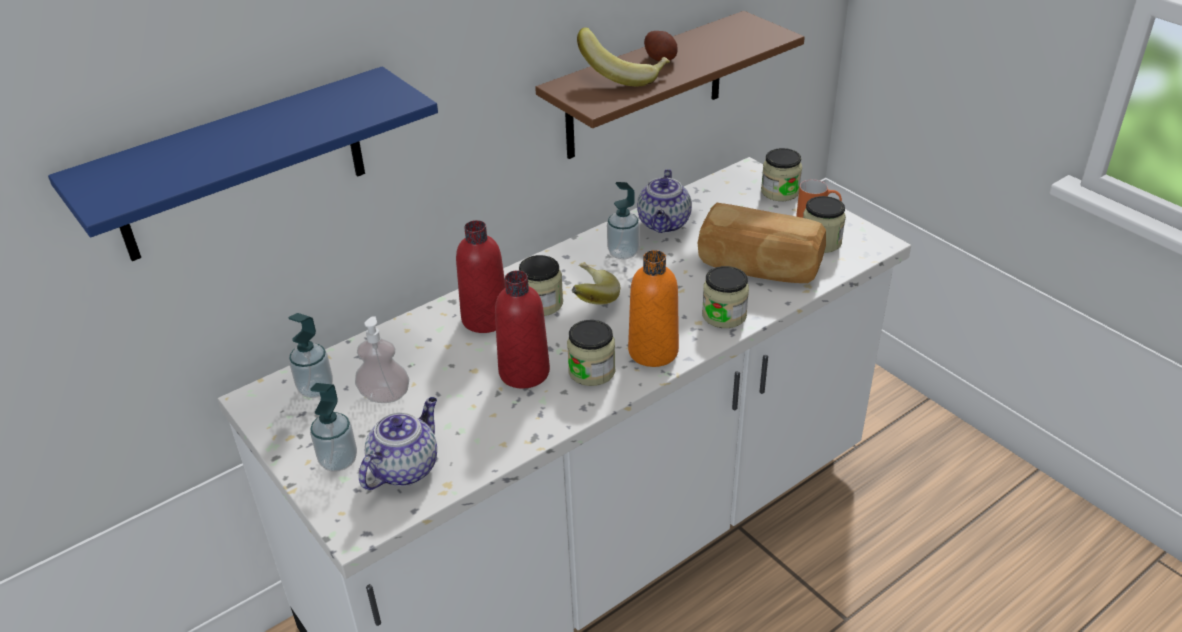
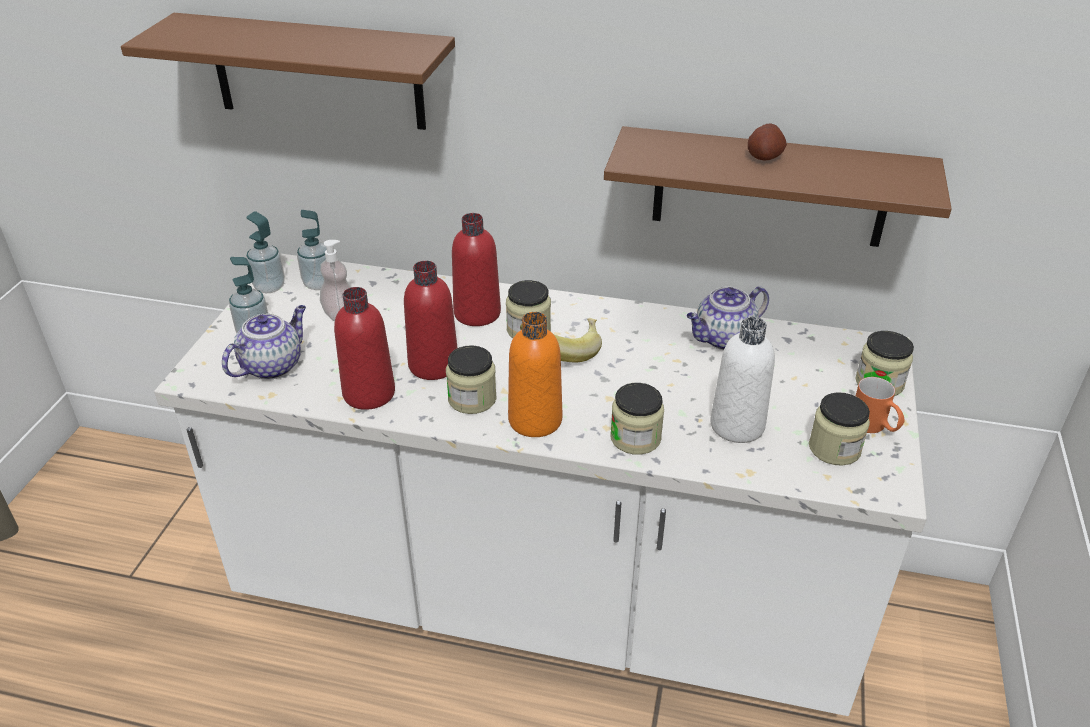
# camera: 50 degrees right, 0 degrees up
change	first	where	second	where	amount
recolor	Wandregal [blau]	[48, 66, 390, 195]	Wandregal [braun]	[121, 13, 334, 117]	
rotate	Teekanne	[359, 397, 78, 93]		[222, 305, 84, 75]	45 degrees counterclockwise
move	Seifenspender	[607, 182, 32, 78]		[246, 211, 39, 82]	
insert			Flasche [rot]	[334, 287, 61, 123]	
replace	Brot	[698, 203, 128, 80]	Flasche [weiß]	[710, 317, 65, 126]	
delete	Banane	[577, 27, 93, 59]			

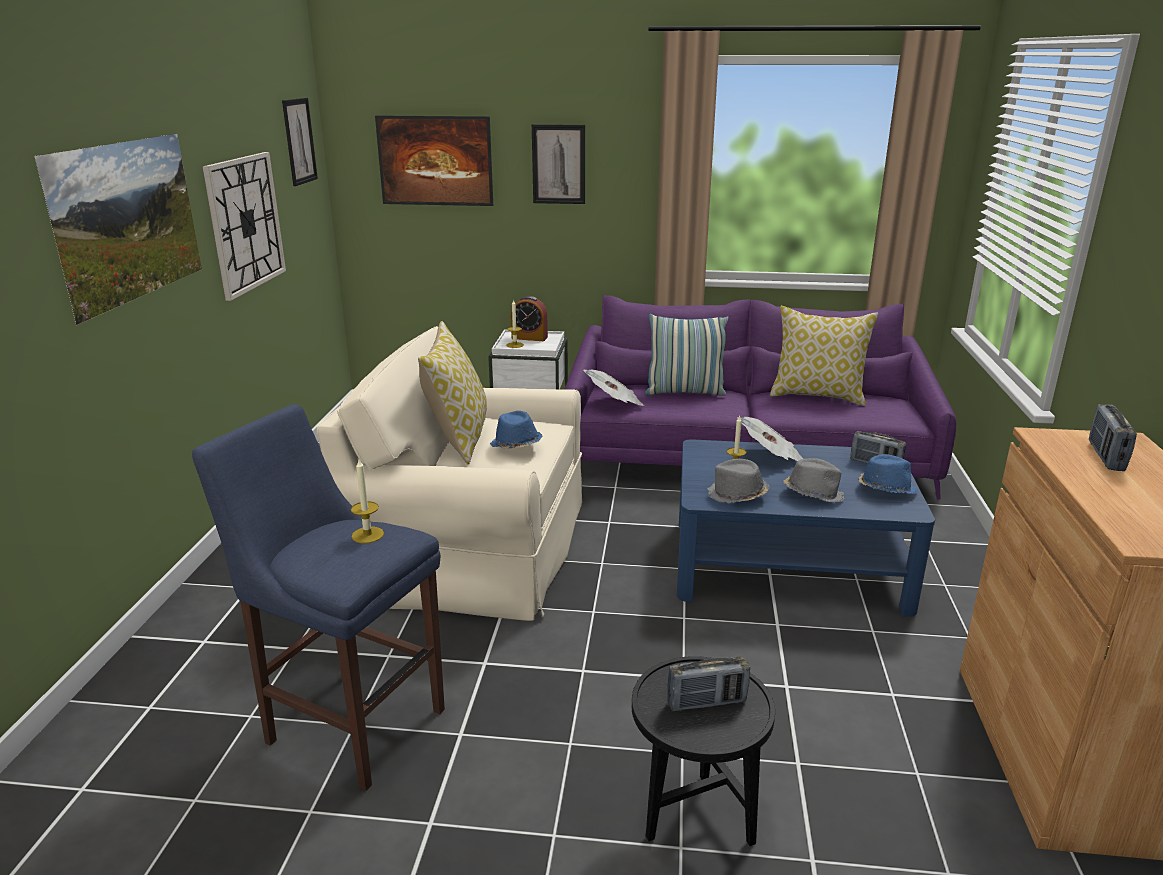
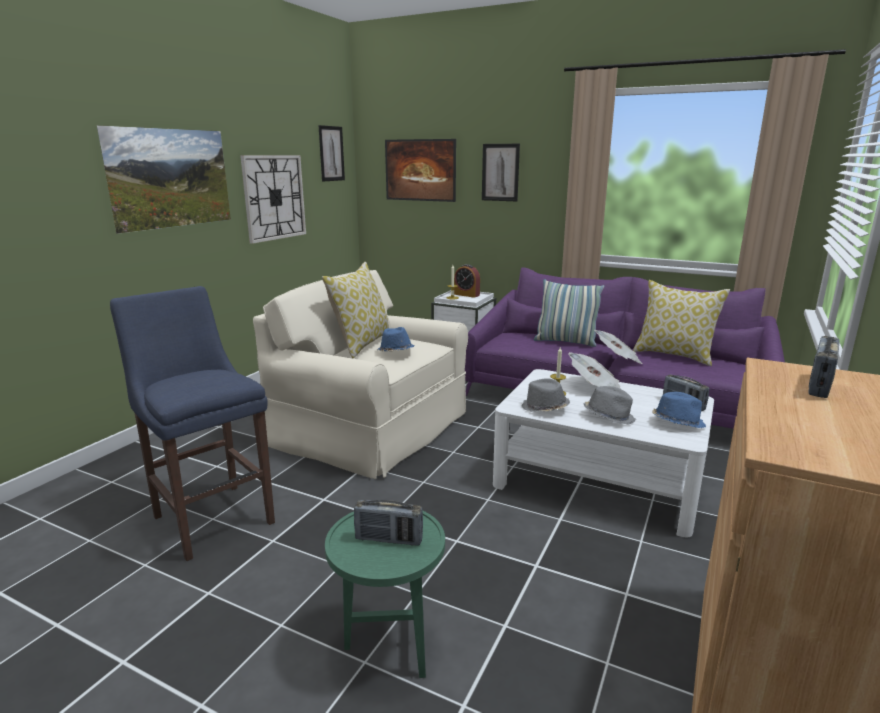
# camera: 20 degrees right, 5 degrees down
change	first	where	second	where	amount
recolor	Beistelltisch [schwarz]	[632, 656, 143, 190]	Beistelltisch [grün]	[325, 511, 120, 167]	
recolor	Couchtisch [blau]	[677, 439, 258, 178]	Couchtisch [weiß]	[493, 369, 221, 169]	
move	Zeitung	[584, 370, 60, 36]		[594, 330, 48, 34]	
delete	Kerze	[351, 459, 33, 84]			

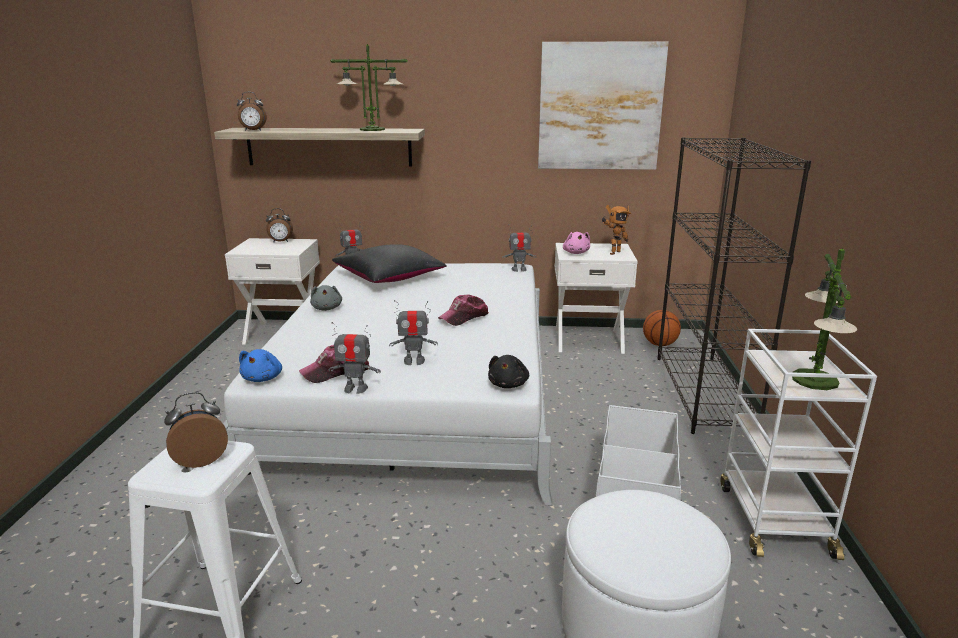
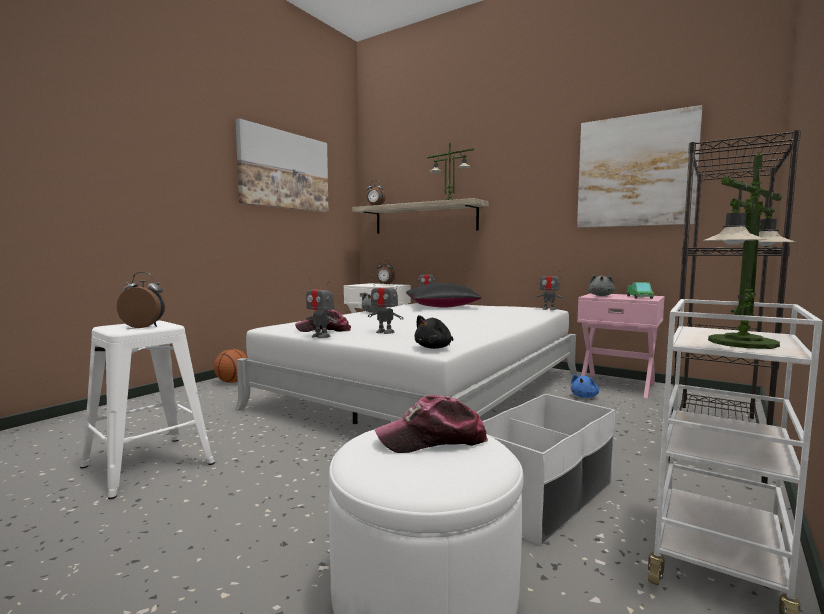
# camera: 30 degrees right, 15 degrees down
change	first	where	second	where	amount
move	Basketball	[643, 310, 38, 36]		[214, 349, 34, 34]	
insert			Bild	[235, 118, 93, 94]	
move	Kappe	[438, 294, 51, 32]		[375, 395, 113, 58]	
move	Plüschtier [blau]	[239, 349, 43, 33]		[571, 374, 28, 24]	
recolor	Nachttisch [weiß]	[555, 243, 83, 111]	Nachttisch [rosa]	[577, 293, 88, 105]	
recolor	Plüschtier [rosa]	[563, 232, 27, 22]	Plüschtier [grau]	[588, 274, 27, 22]	
replace	Spielzeugroboter	[602, 205, 29, 50]	Spielzeuglaster	[627, 282, 27, 17]	

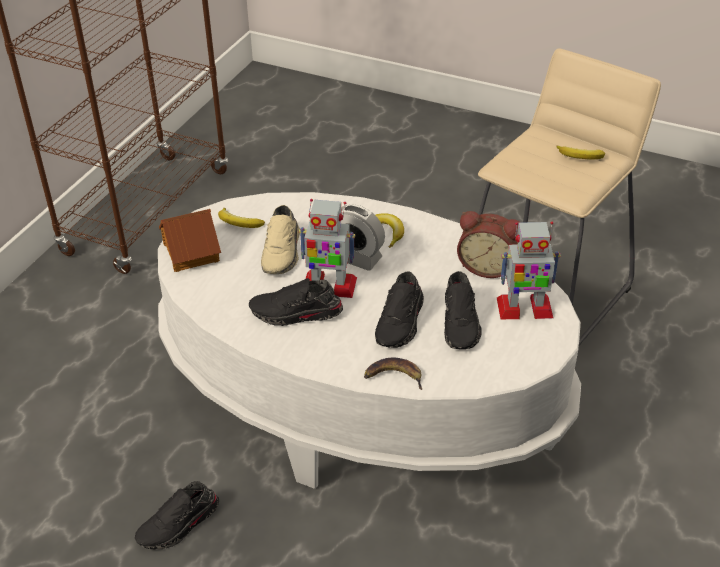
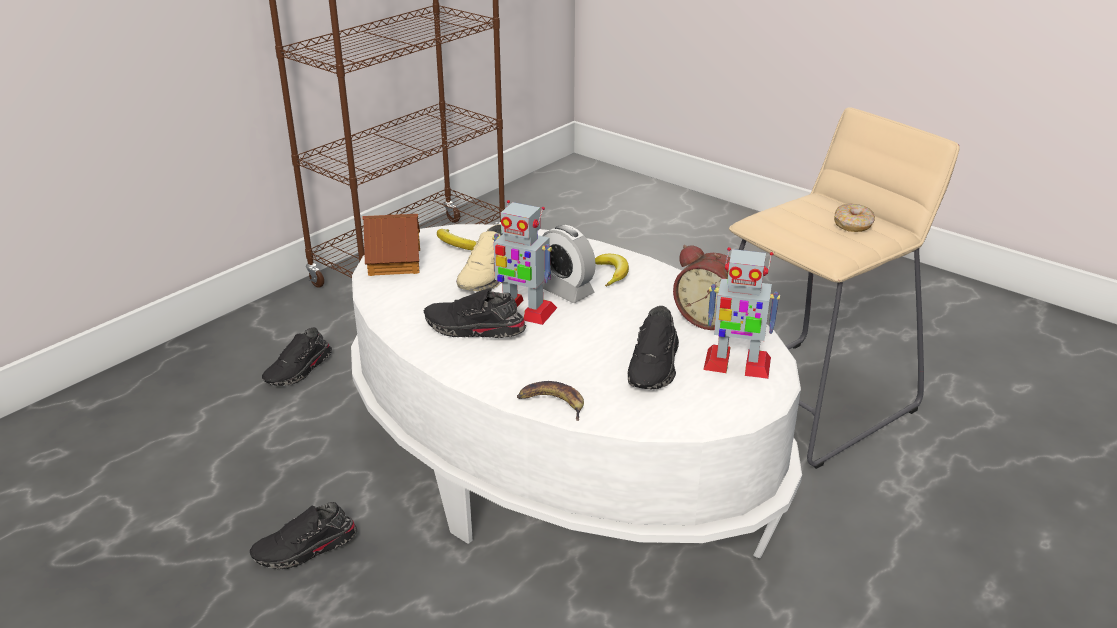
# camera: 15 degrees right, 10 degrees down
change	first	where	second	where	amount
move	Schuh [schwarz]	[375, 272, 49, 76]		[262, 327, 70, 59]	
replace	Banane	[557, 145, 48, 14]	Donut	[834, 204, 41, 28]	

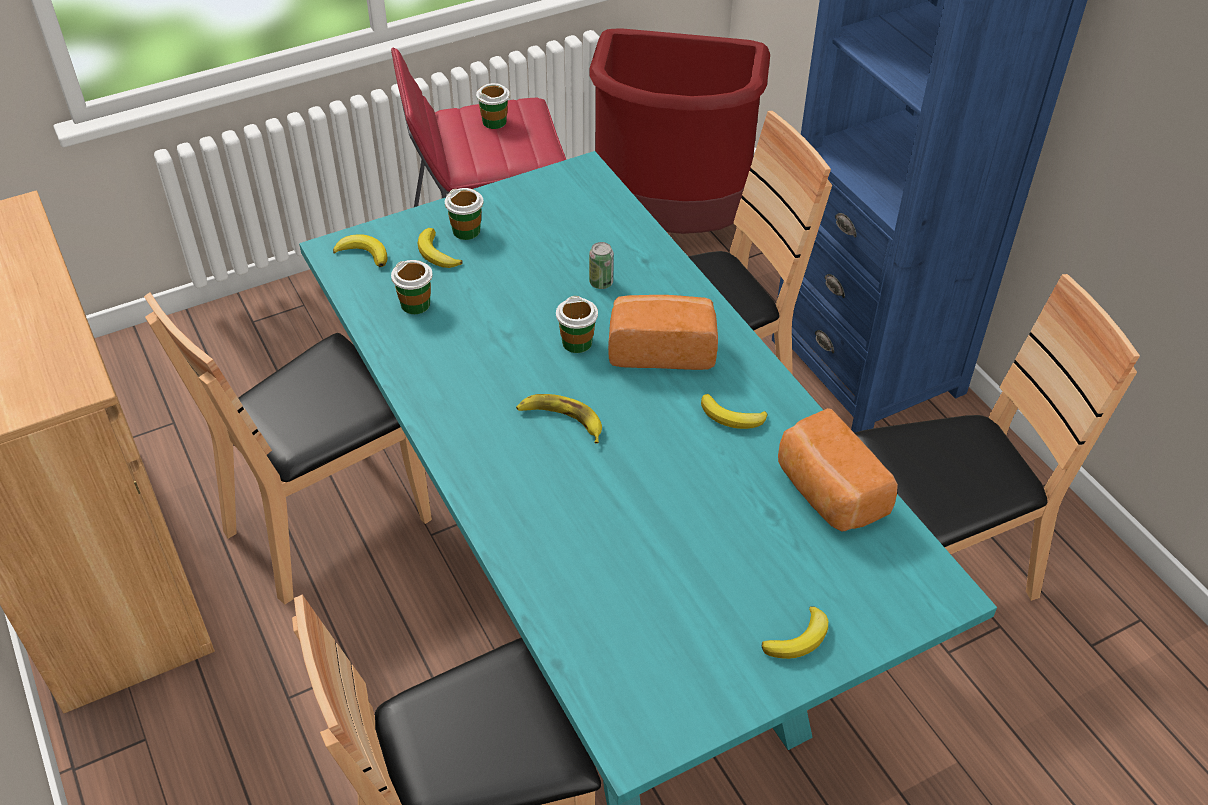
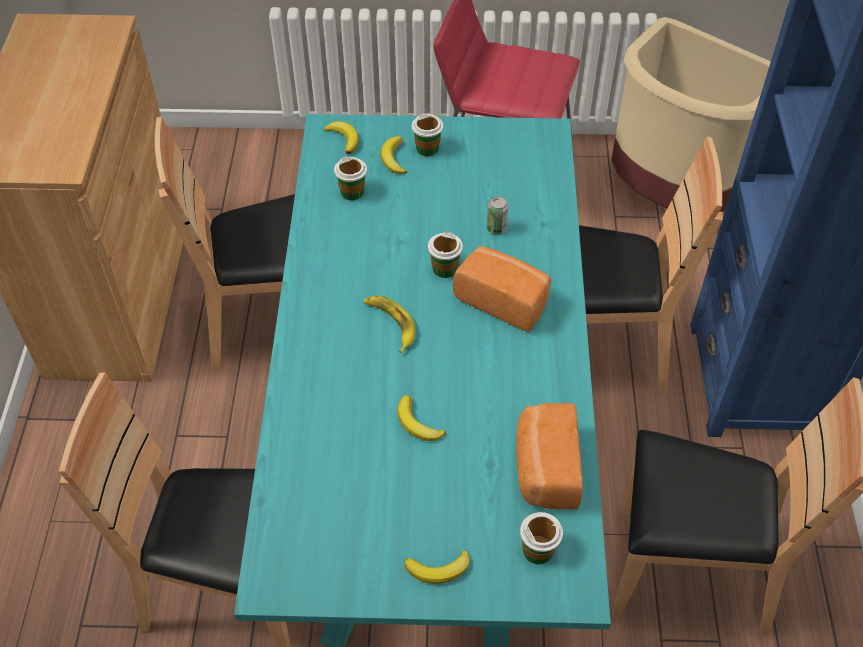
# camera: 30 degrees right, 5 degrees up
change	first	where	second	where	amount
move	Banane	[701, 394, 67, 35]		[398, 395, 48, 46]	
move	Tasse	[476, 83, 34, 46]		[520, 512, 43, 53]	
recolor	Mülleimer [rot]	[589, 28, 181, 206]	Mülleimer [beige]	[611, 17, 160, 195]	

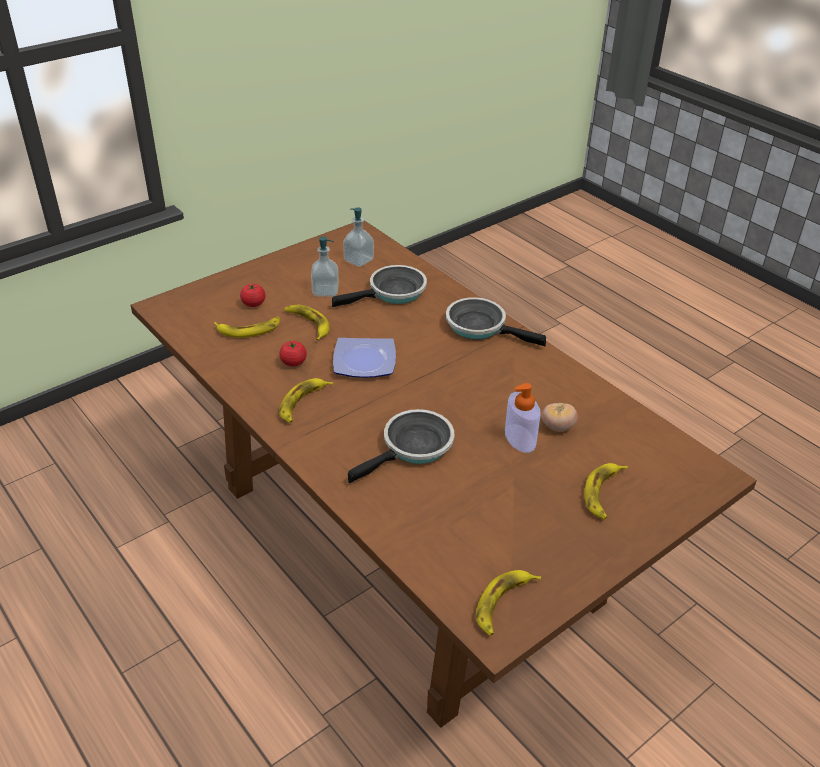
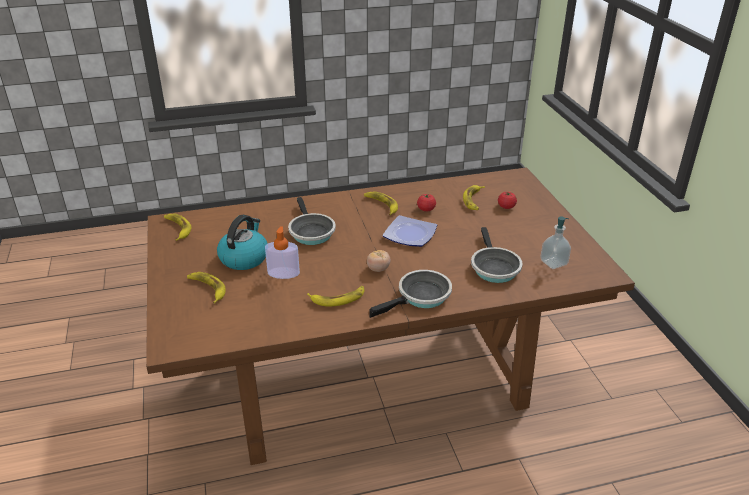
# camera: 115 degrees right, 5 degrees down
change	first	where	second	where	amount
insert			Wasserkessel	[217, 215, 51, 55]	
move	Banane	[285, 304, 44, 37]		[307, 286, 57, 21]	
move	Tomate	[542, 403, 36, 29]		[367, 250, 24, 22]	
delete	Seifenspender	[311, 237, 28, 60]			

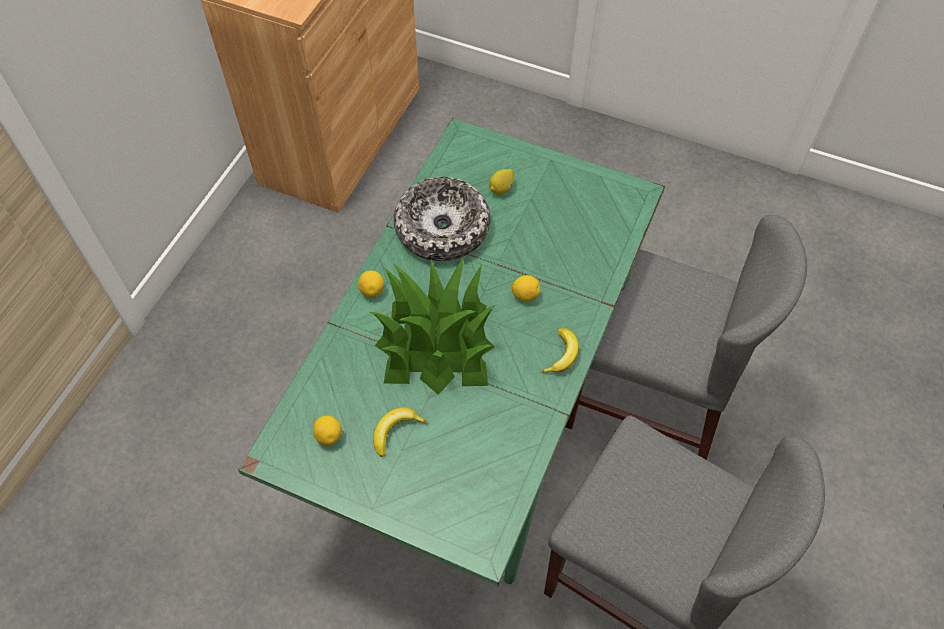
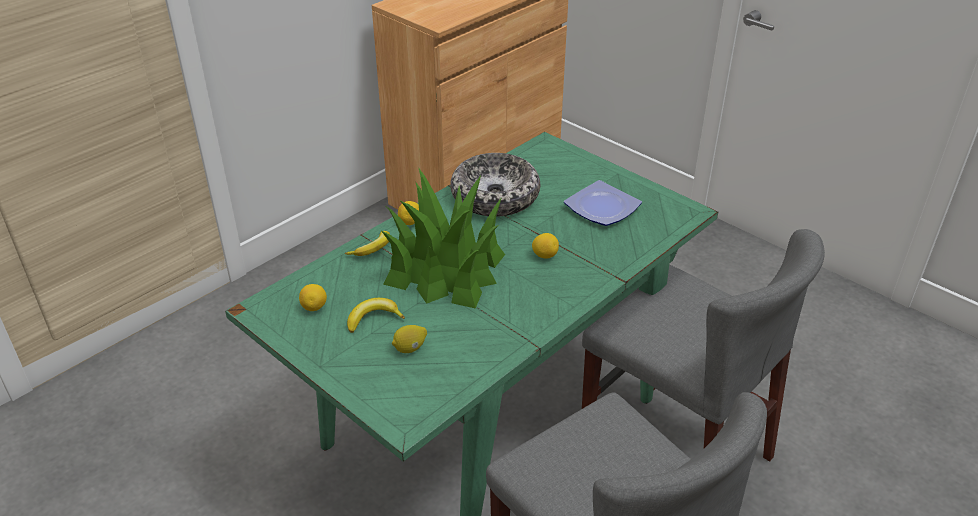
# camera: 20 degrees right, 20 degrees down
change	first	where	second	where	amount
move	Banane	[540, 328, 39, 45]		[345, 231, 45, 25]	
move	Zitrone	[489, 169, 25, 26]		[392, 325, 35, 28]	
insert			Teller	[564, 180, 78, 46]	

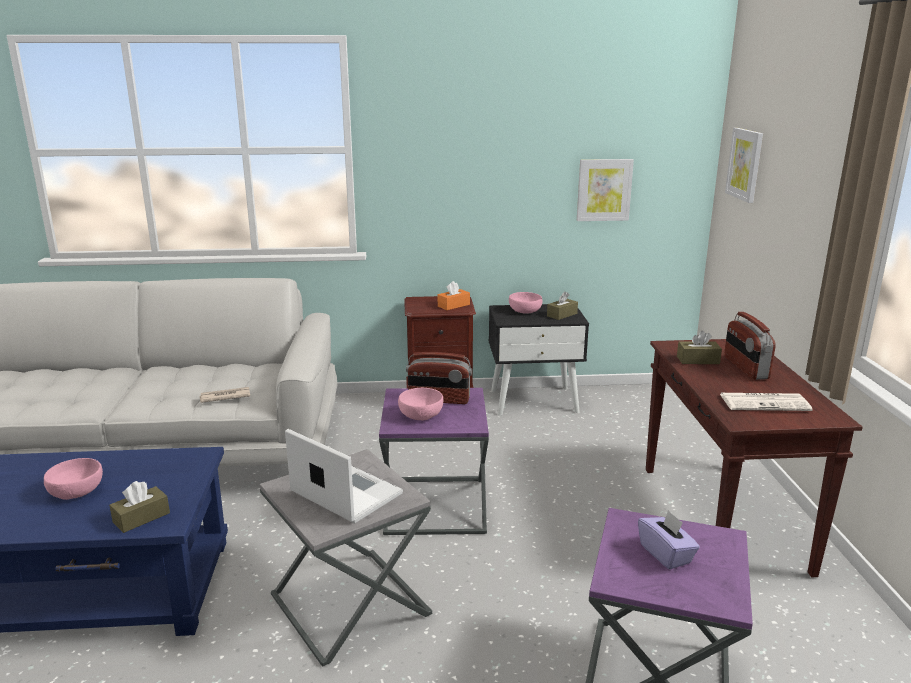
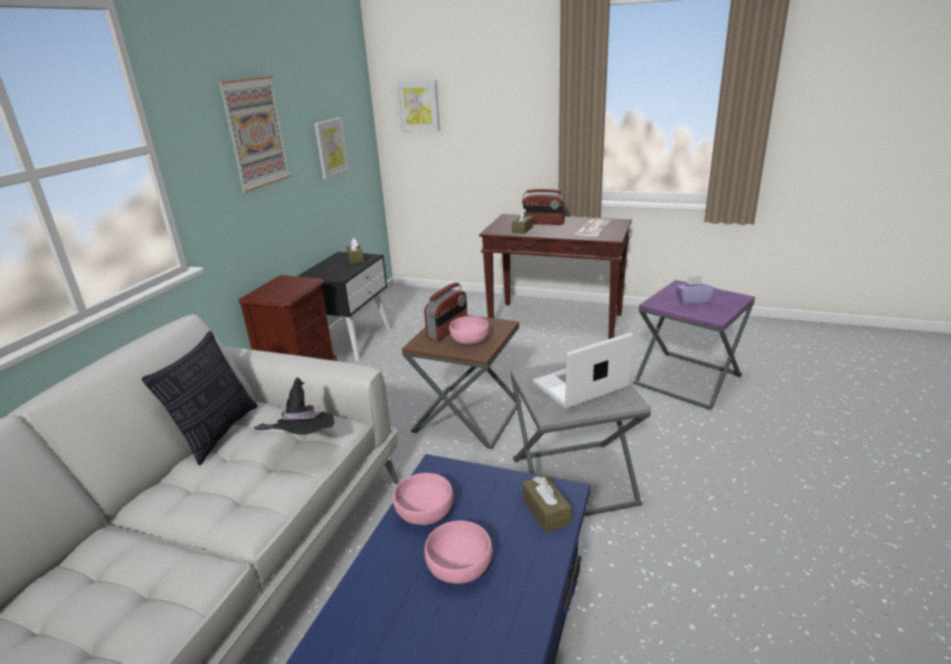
# camera: 65 degrees left, 5 degrees up
change	first	where	second	where	amount
insert			Kissen	[142, 331, 116, 134]	
insert			Bild	[218, 76, 73, 117]	
replace	Zeitung	[199, 387, 51, 16]	Hut [schwarz]	[254, 378, 81, 57]	
move	Schüssel [rosa]	[509, 292, 33, 22]		[392, 473, 61, 52]	
recolor	Beistelltisch [lila]	[379, 388, 110, 147]	Beistelltisch [braun]	[402, 315, 119, 134]	
delete	Taschentuchbox [orange]	[438, 281, 32, 29]			

